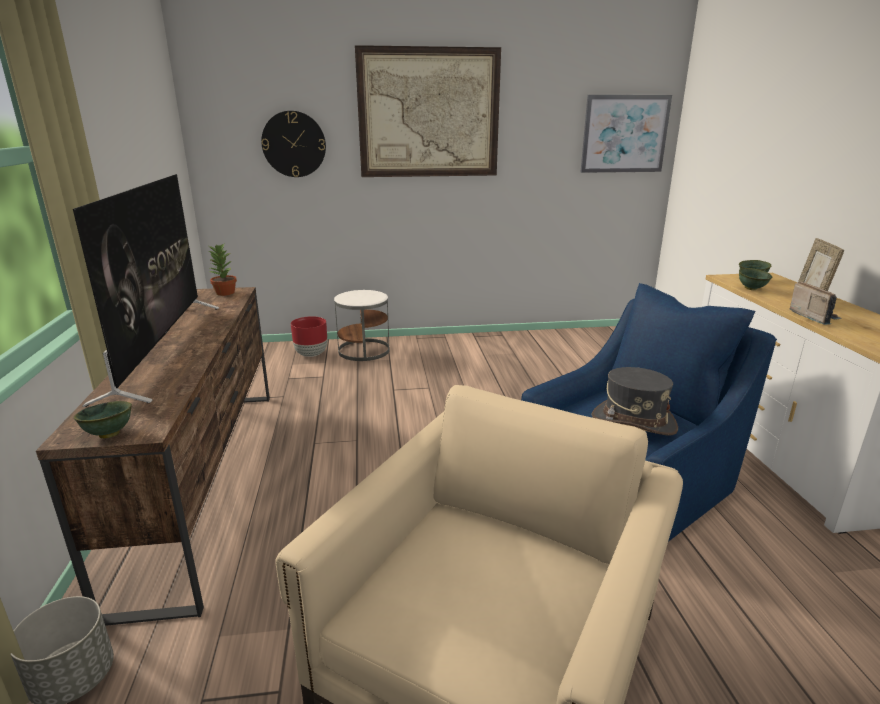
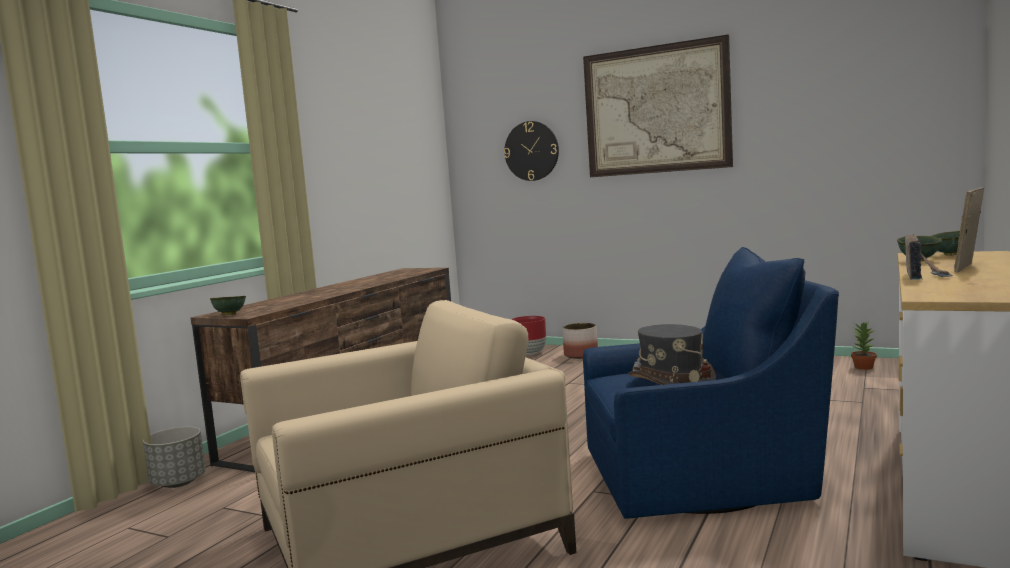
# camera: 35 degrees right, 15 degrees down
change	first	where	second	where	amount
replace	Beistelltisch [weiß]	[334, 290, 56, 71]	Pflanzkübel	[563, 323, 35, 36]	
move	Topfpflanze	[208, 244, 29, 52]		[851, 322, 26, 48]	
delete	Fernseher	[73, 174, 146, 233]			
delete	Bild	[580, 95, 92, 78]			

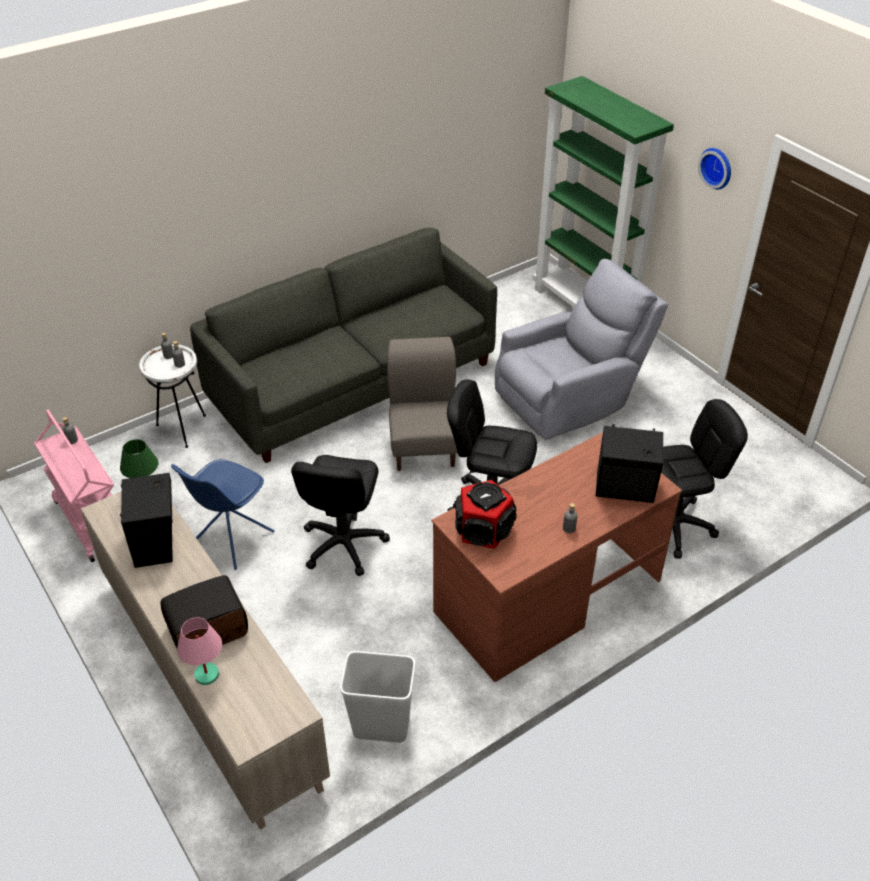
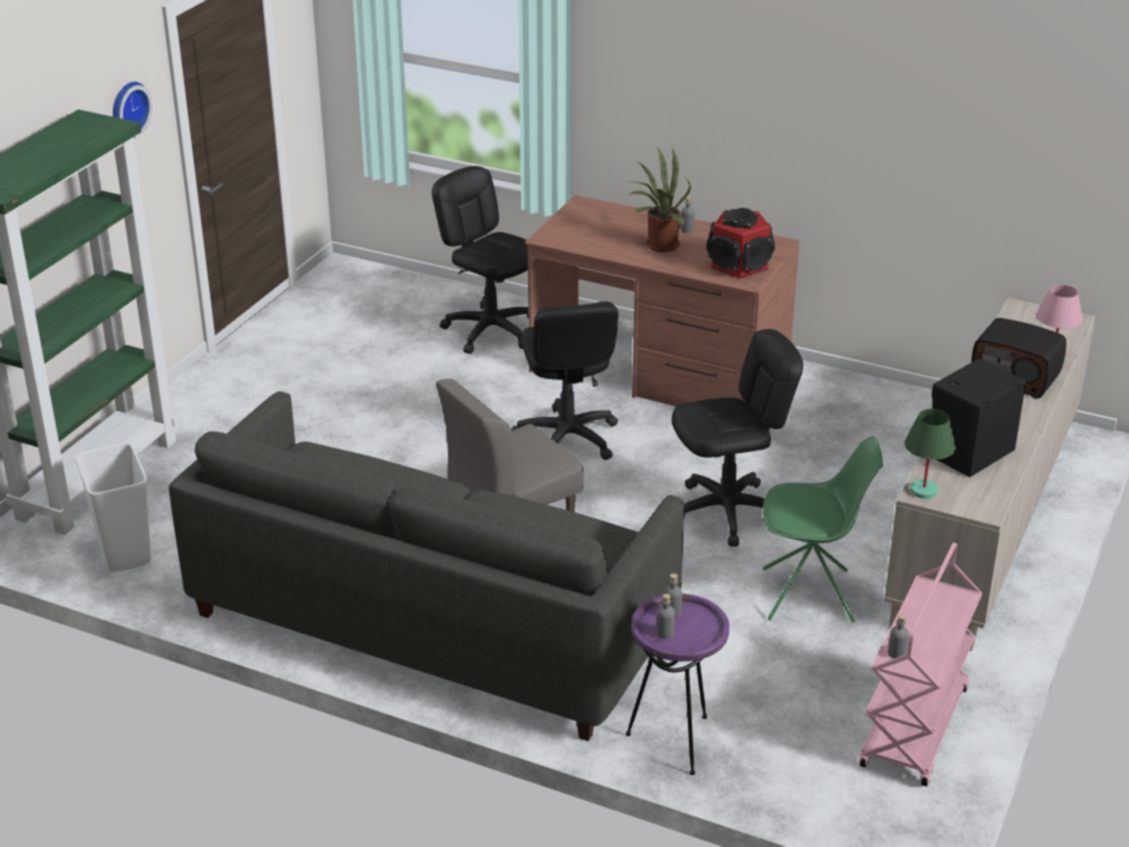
# camera: 120 degrees left, 10 degrees down
change	first	where	second	where	amount
move	Mülleimer [weiß]	[340, 651, 76, 92]		[75, 443, 76, 129]	
recolor	Beistelltisch [weiß]	[139, 344, 67, 104]	Beistelltisch [lila]	[626, 594, 103, 181]	
insert			Topfpflanze	[630, 148, 61, 104]	
recolor	Stuhl [blau]	[171, 459, 103, 111]	Stuhl [grün]	[763, 436, 120, 186]	
delete	Sessel [grau]	[495, 259, 173, 180]			
delete	Lautsprecher [schwarz]	[596, 424, 67, 79]			

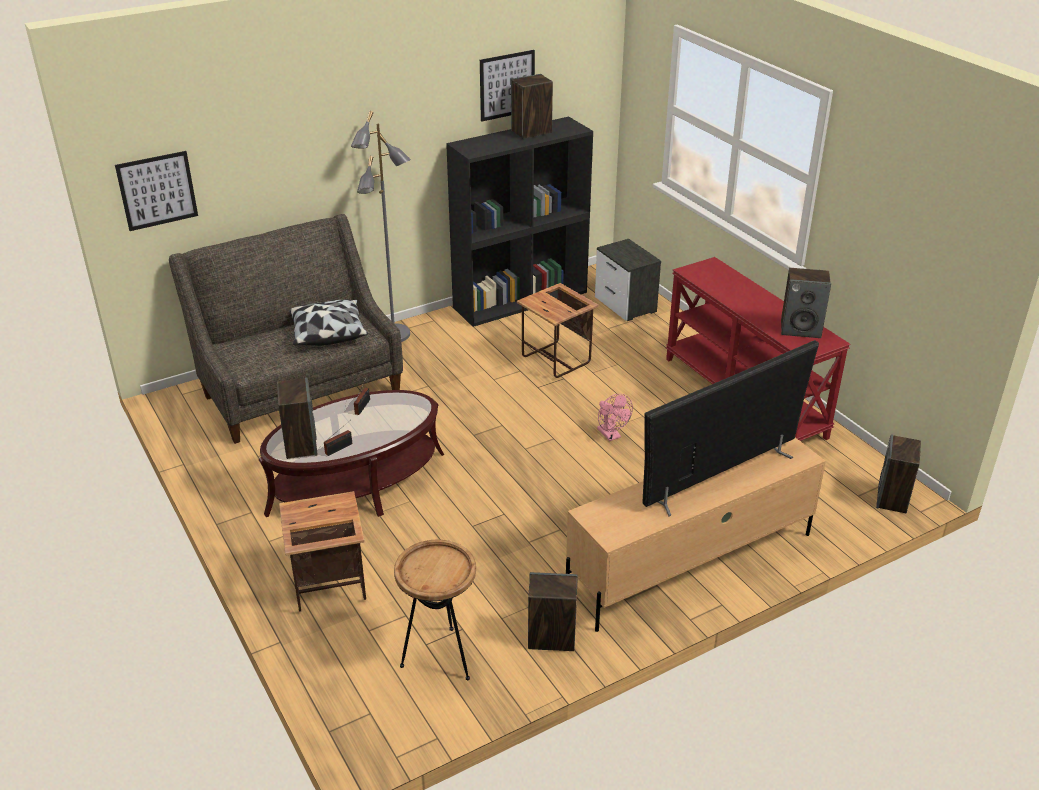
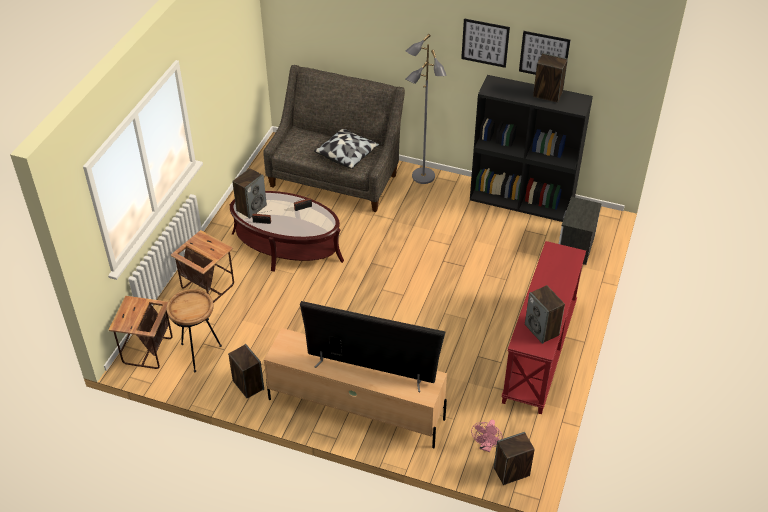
# camera: 50 degrees right, 10 degrees up
change	first	where	second	where	amount
move	Beistelltisch	[517, 283, 82, 95]		[109, 296, 64, 73]	
move	Bild	[115, 151, 83, 80]		[461, 18, 49, 50]	
move	Ventilator [rosa]	[597, 394, 36, 47]		[471, 420, 32, 32]	

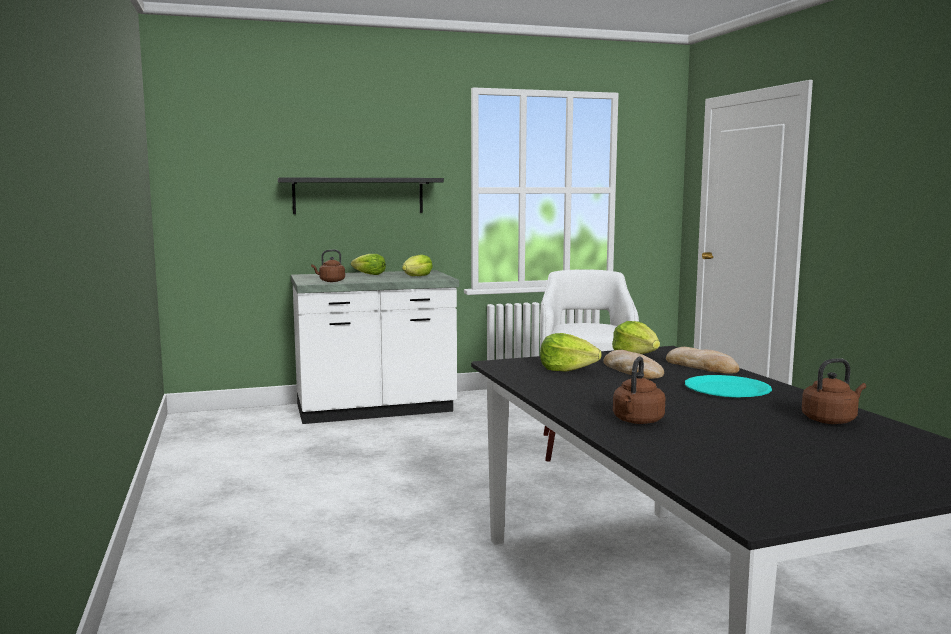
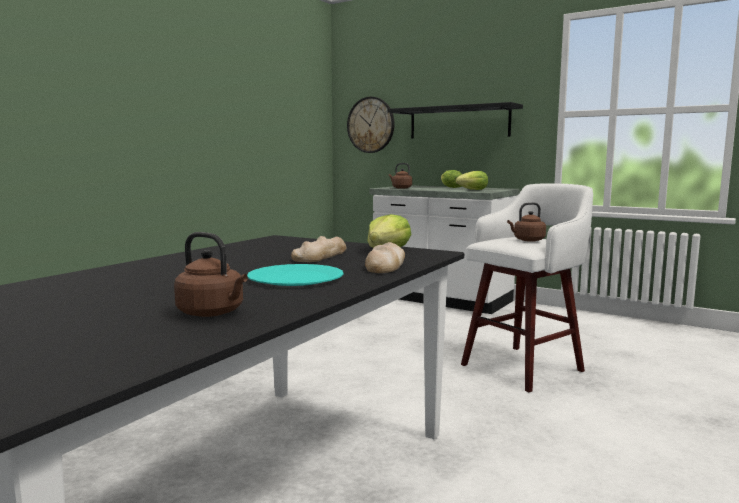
# camera: 50 degrees right, 0 degrees up
change	first	where	second	where	amount
insert			Wanduhr	[347, 97, 48, 56]	
move	Wasserkessel [braun]	[613, 357, 52, 67]		[507, 202, 39, 40]	
delete	Salatkopf	[540, 333, 62, 39]			

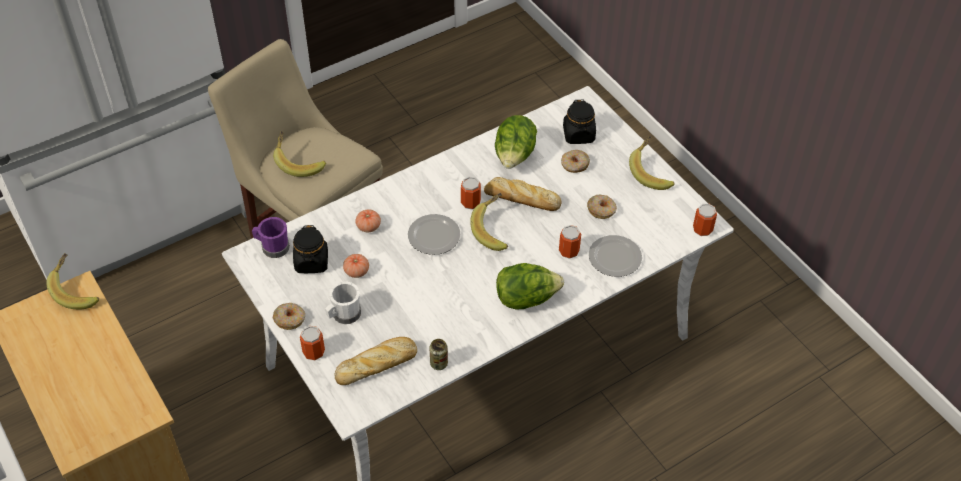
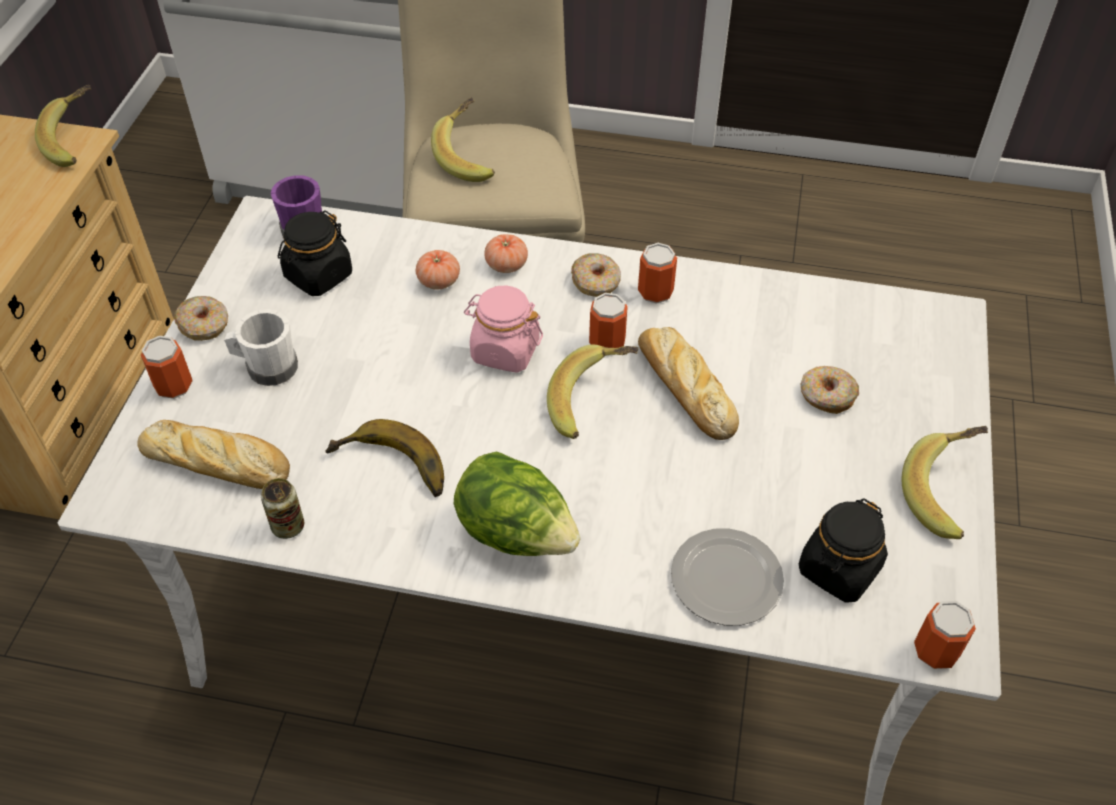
# camera: 45 degrees right, 0 degrees up
change	first	where	second	where	amount
insert			Banane	[326, 419, 118, 78]	
replace	Teller	[408, 214, 52, 41]	Vorratsglas [rosa]	[464, 286, 79, 87]	
move	Tomate	[343, 254, 26, 24]		[484, 234, 44, 39]	
move	Donut	[587, 194, 30, 25]		[571, 253, 50, 44]	
move	Dose	[559, 225, 22, 34]		[638, 243, 39, 61]	
move	Vorratsglas [schwarz]	[563, 100, 33, 44]		[799, 498, 89, 105]	
delete	Salatkopf	[495, 115, 42, 54]			

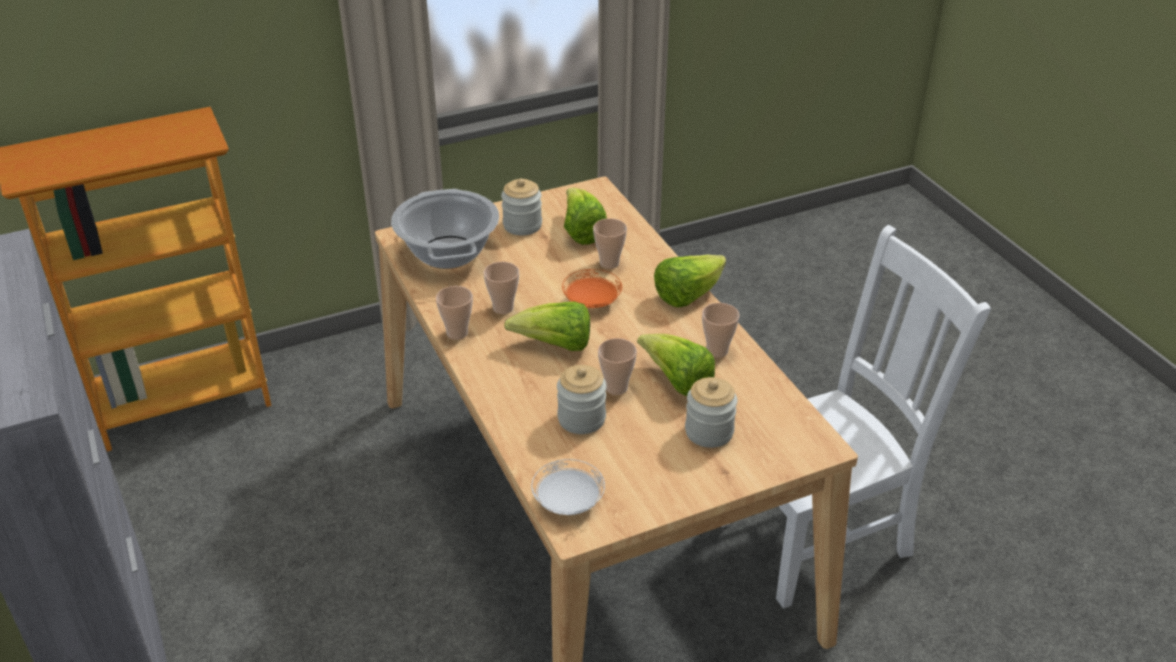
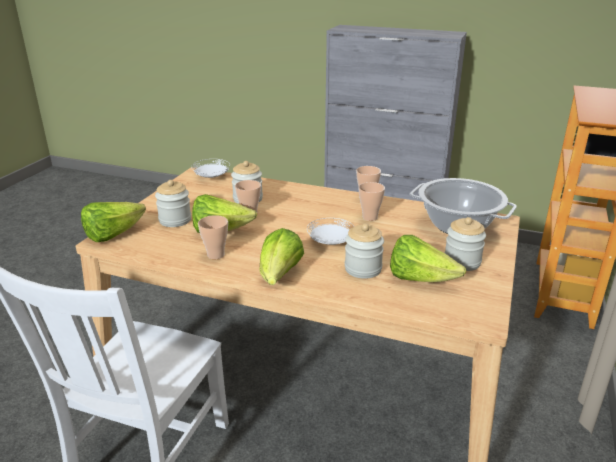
# camera: 135 degrees right, 10 degrees down
change	first	where	second	where	amount
move	Salatkopf	[504, 301, 86, 50]		[81, 202, 65, 40]	
recolor	Teller [orange]	[562, 269, 60, 39]	Teller [weiß]	[307, 218, 48, 27]	
replace	Tasse	[593, 218, 34, 51]	Vorratsglas	[345, 224, 39, 55]	

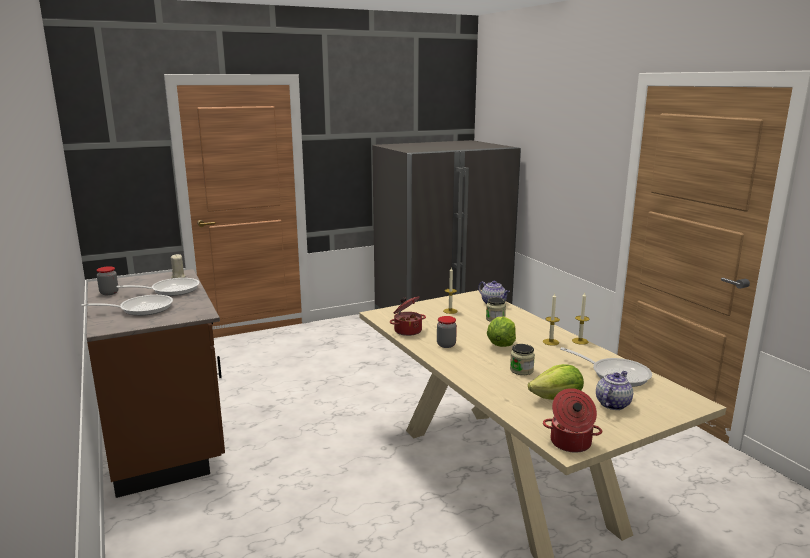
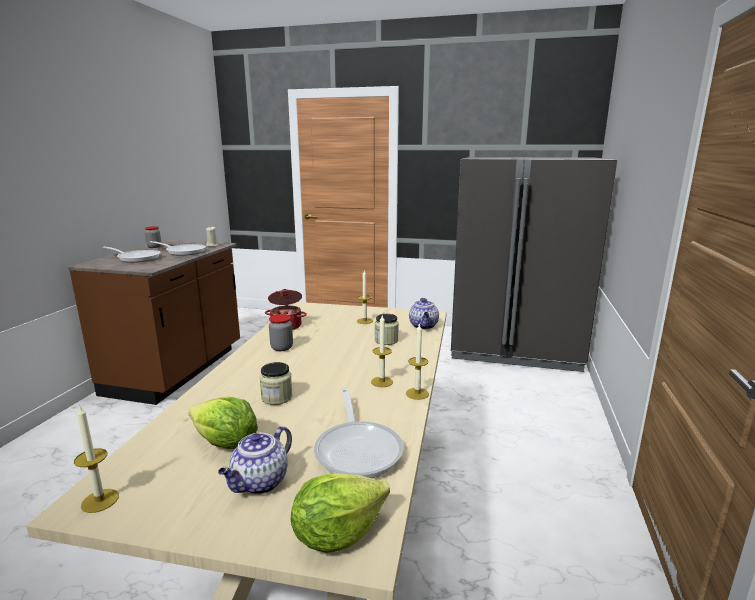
# camera: 40 degrees right, 0 degrees up
change	first	where	second	where	amount
replace	Kochtopf	[543, 388, 59, 65]	Kerze	[74, 405, 45, 108]	
rotate	Teekanne	[596, 371, 37, 39]		[218, 426, 74, 68]	135 degrees clockwise
move	Salatkopf	[487, 317, 29, 30]		[291, 473, 99, 80]	

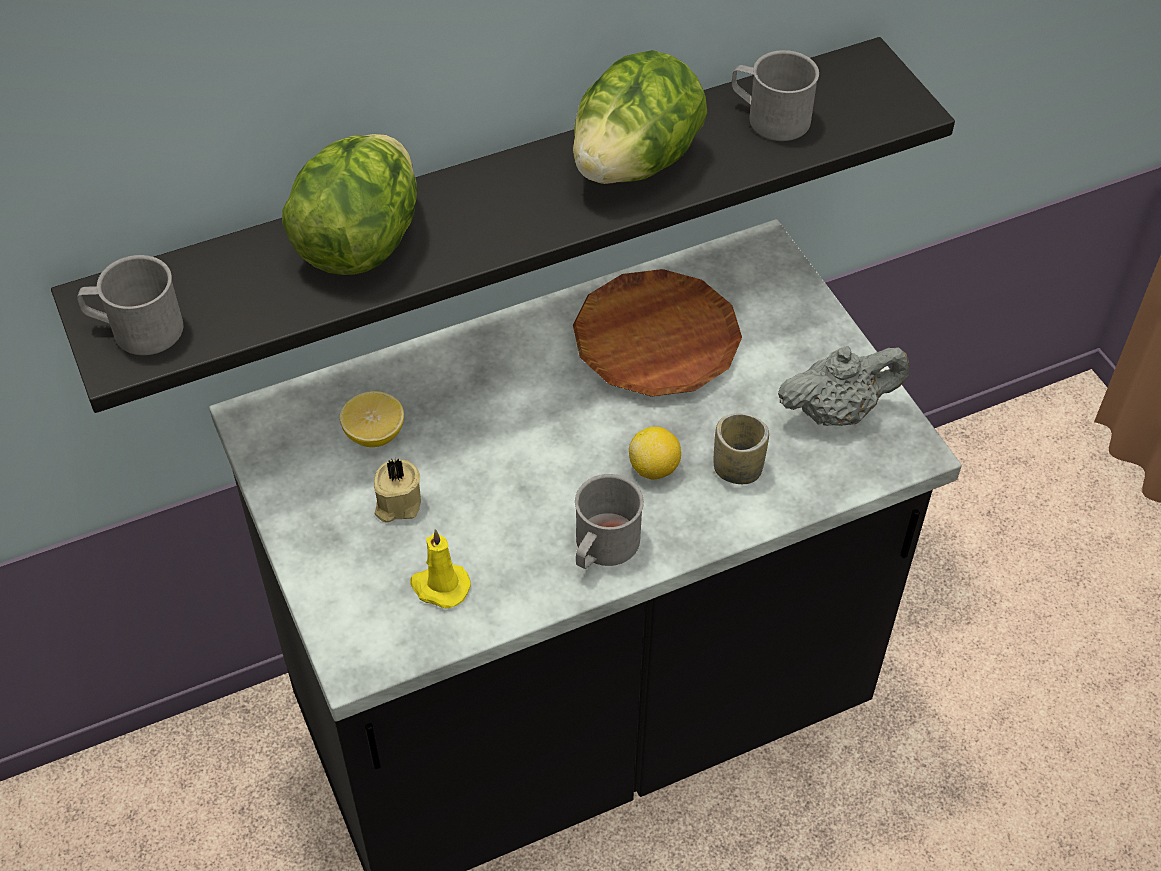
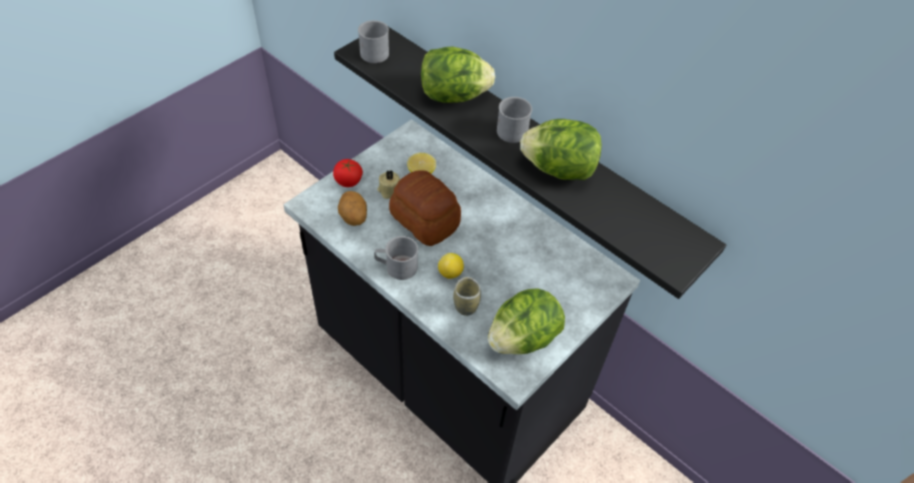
# camera: 65 degrees right, 0 degrees up
change	first	where	second	where	amount
insert			Tomate	[333, 159, 30, 28]	
replace	Kerze [gelb]	[410, 529, 61, 79]	Kartoffel	[338, 191, 29, 35]	
insert			Brot	[389, 171, 72, 75]	
replace	Teekanne [grau]	[778, 346, 131, 80]	Salatkopf	[488, 288, 77, 66]	
move	Henkelbecher [grau]	[732, 50, 87, 91]		[497, 97, 35, 46]	
delete	Teller [braun]	[573, 269, 169, 128]			

